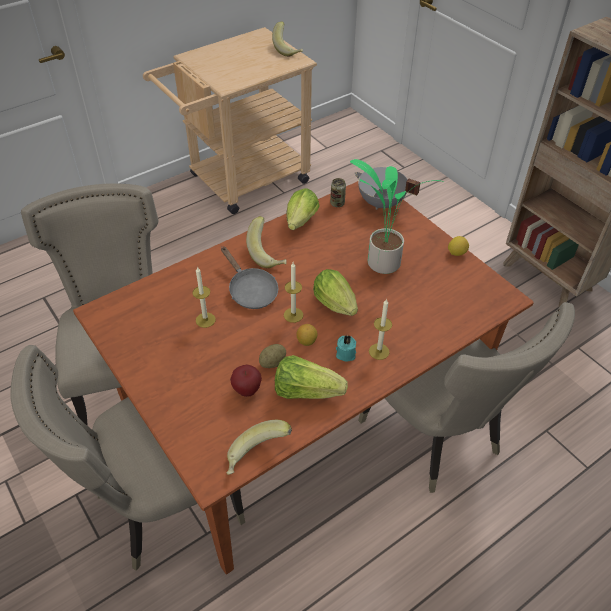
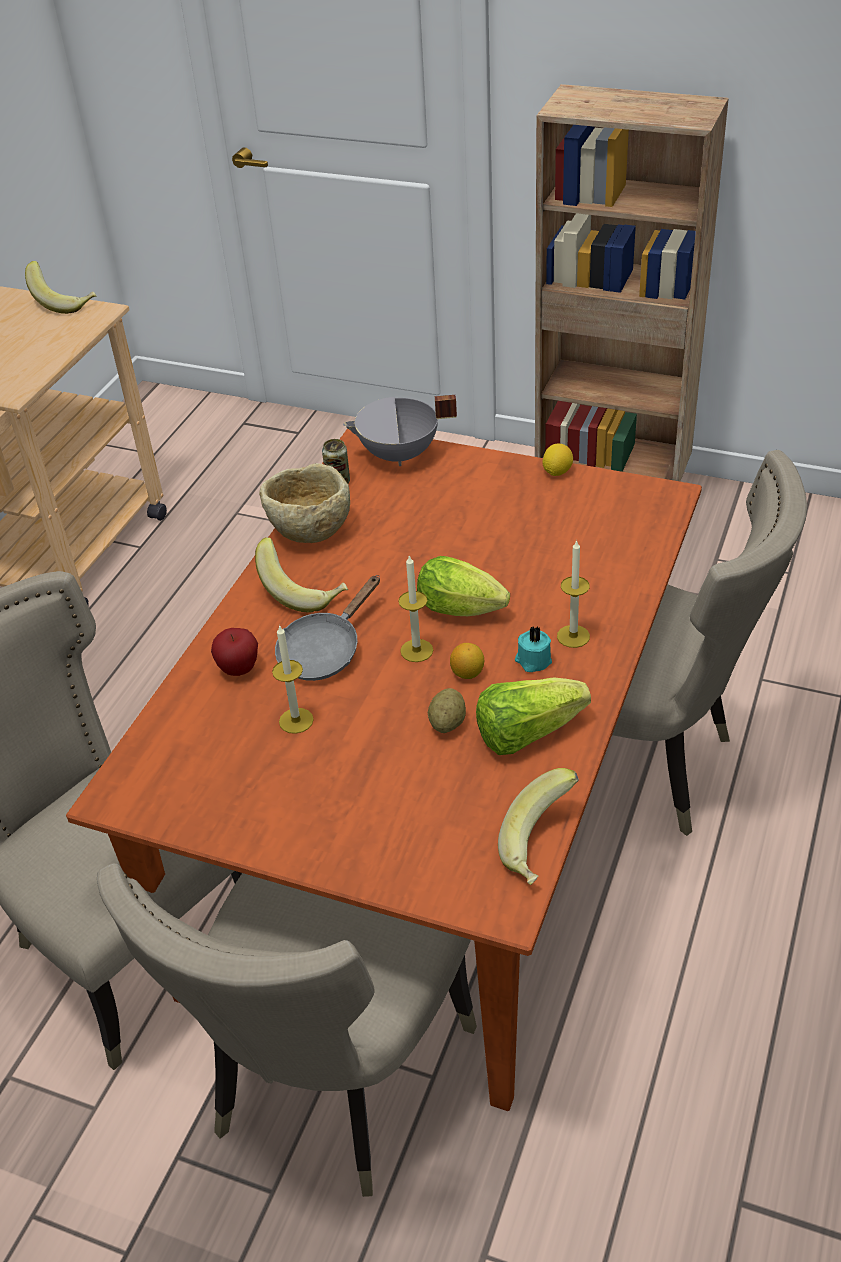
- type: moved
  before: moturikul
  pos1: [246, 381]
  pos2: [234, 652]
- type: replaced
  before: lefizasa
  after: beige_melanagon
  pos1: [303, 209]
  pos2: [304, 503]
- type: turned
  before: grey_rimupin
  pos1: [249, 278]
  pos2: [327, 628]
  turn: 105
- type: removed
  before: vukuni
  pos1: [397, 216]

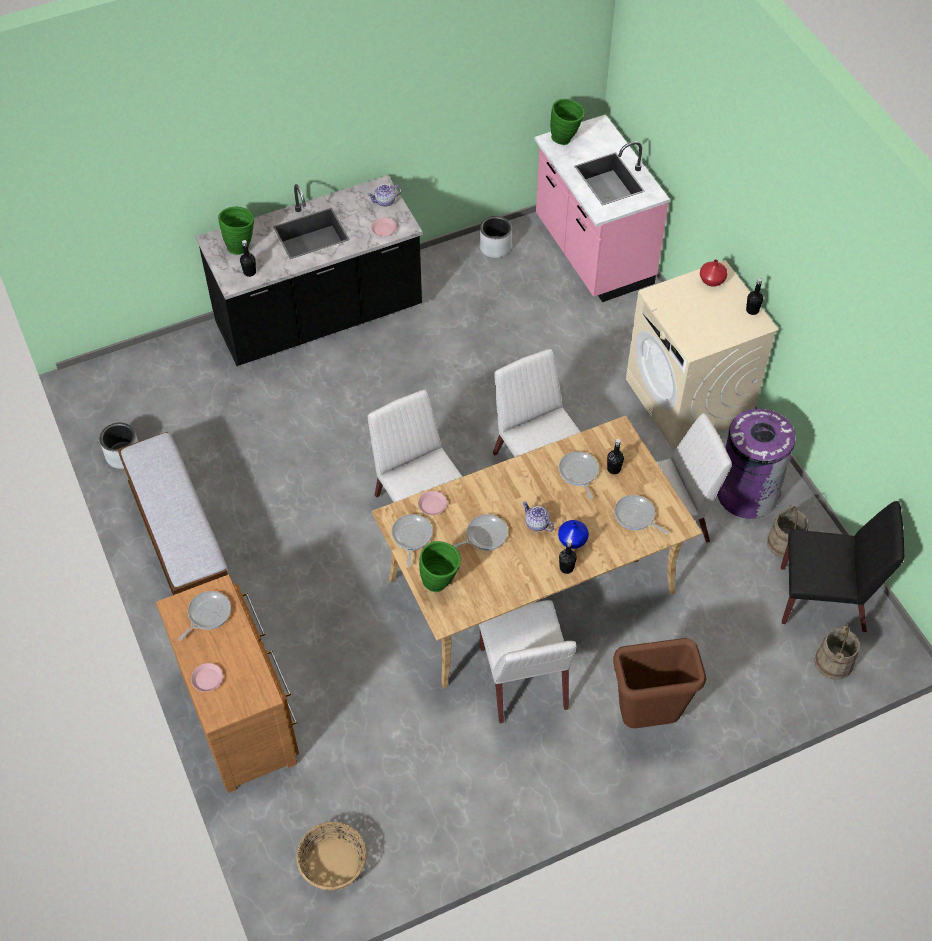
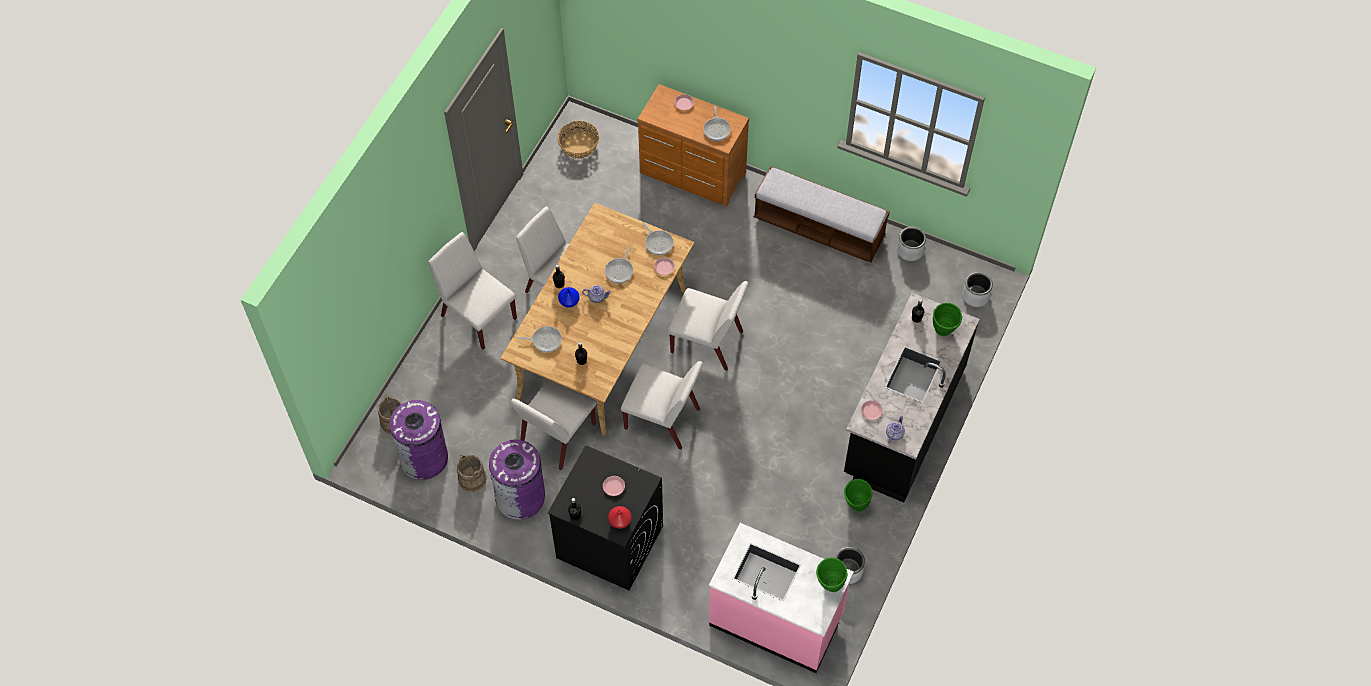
- type: replaced
  before: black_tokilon
  after: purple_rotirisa
  pos1: [842, 566]
  pos2: [418, 440]
- type: replaced
  before: brown_rotirisa
  after: white_tokilon
  pos1: [659, 683]
  pos2: [472, 290]
- type: recoloured
  before: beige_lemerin
  after: black_lemerin
  pos1: [702, 354]
  pos2: [605, 517]
- type: added
  after: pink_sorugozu
  pos2: [614, 486]
- type: moved
  before: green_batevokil
  pos1: [440, 566]
  pos2: [858, 495]
- type: added
  after: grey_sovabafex
  pos2: [977, 289]
- type: removed
  before: rimupin
  pos1: [579, 476]

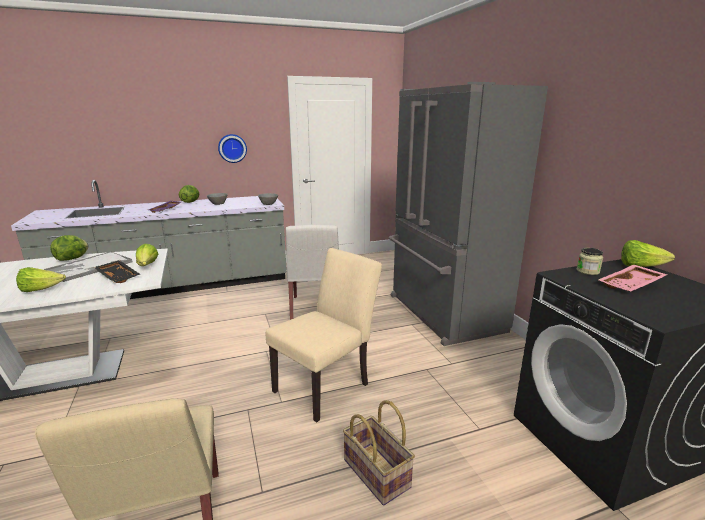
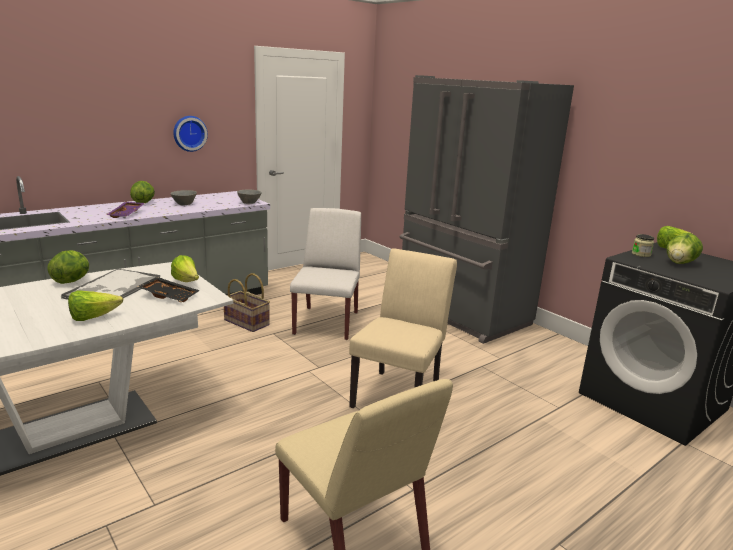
- type: moved
  before: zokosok
  pos1: [379, 453]
  pos2: [247, 302]
- type: turned
  before: white_tokilon
  pos1: [312, 272]
  pos2: [325, 274]
  turn: -150
- type: replaced
  before: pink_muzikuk
  after: lefizasa
  pos1: [633, 278]
  pos2: [685, 248]

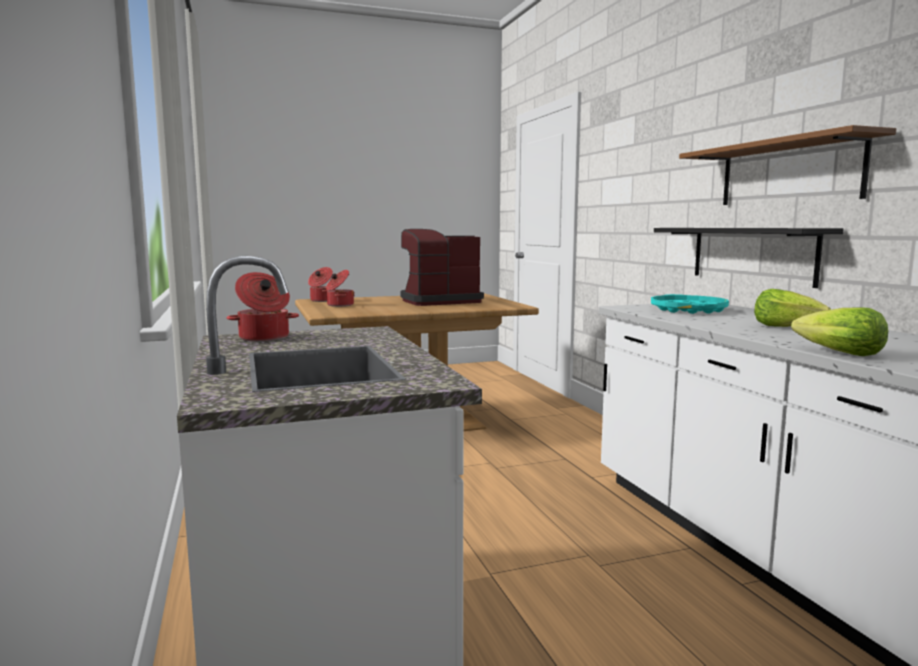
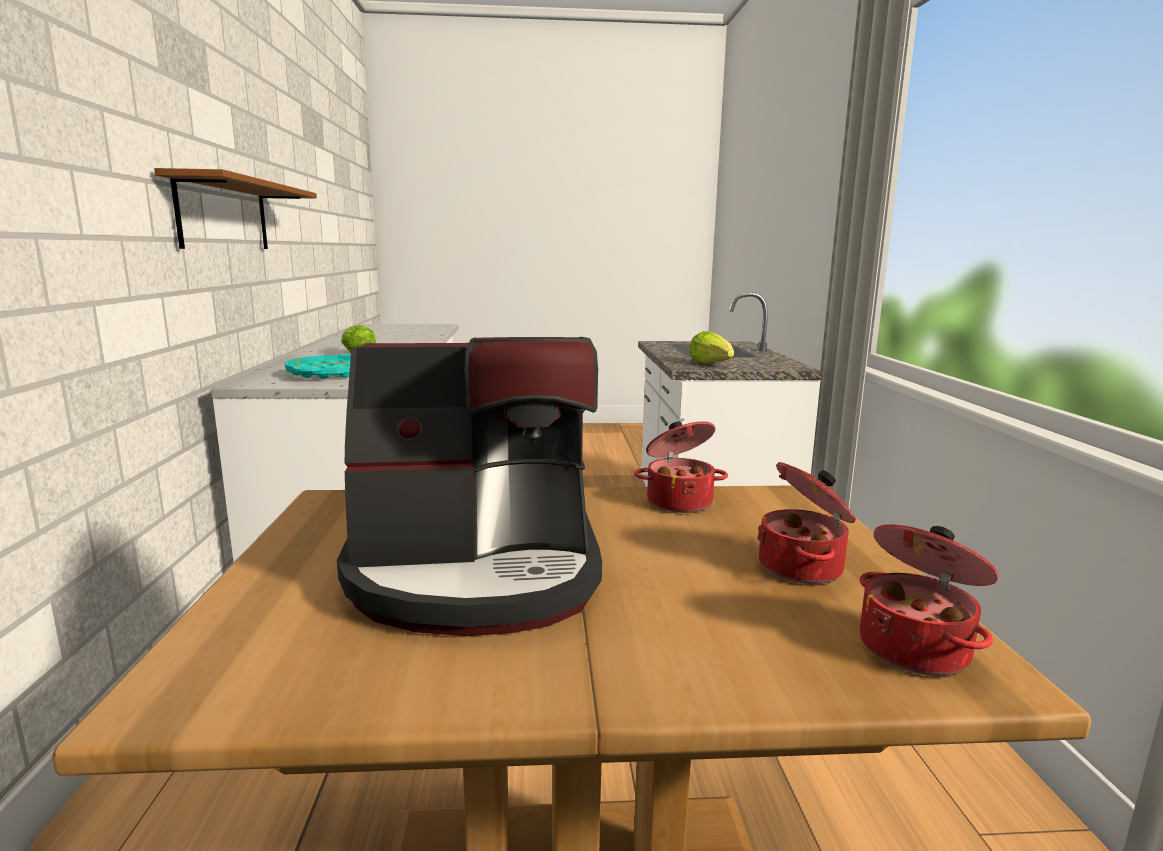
- type: moved
  before: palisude
  pos1: [263, 307]
  pos2: [681, 467]
- type: moved
  before: lefizasa
  pos1: [839, 331]
  pos2: [711, 347]
- type: removed
  before: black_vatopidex
  pos1: [748, 258]

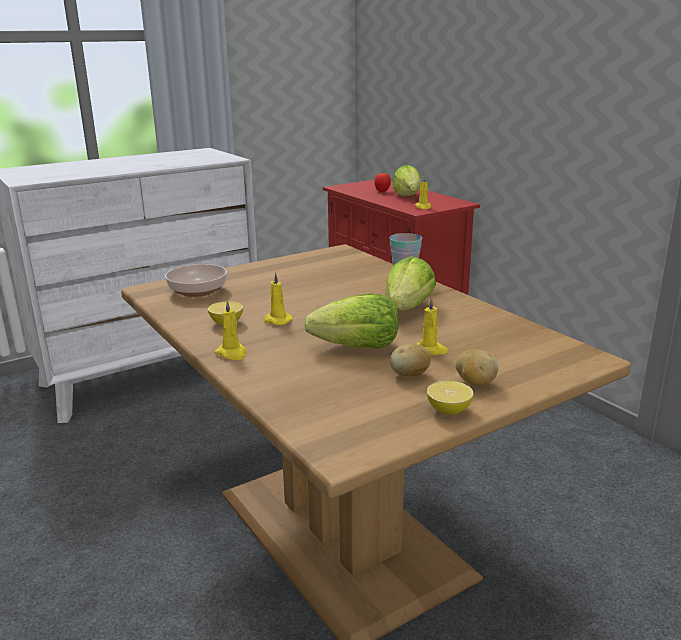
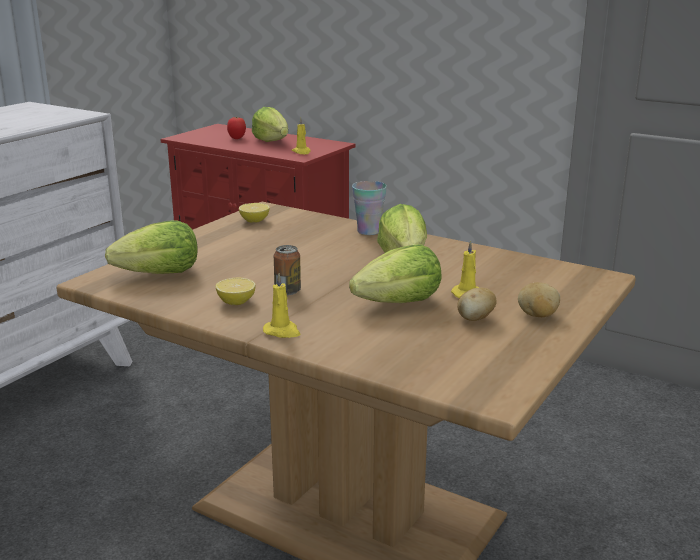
- type: replaced
  before: melanagon
  after: lefizasa
  pos1: [196, 280]
  pos2: [151, 247]
- type: moved
  before: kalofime
  pos1: [450, 398]
  pos2: [254, 213]
- type: replaced
  before: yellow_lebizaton
  after: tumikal
  pos1: [278, 298]
  pos2: [287, 270]

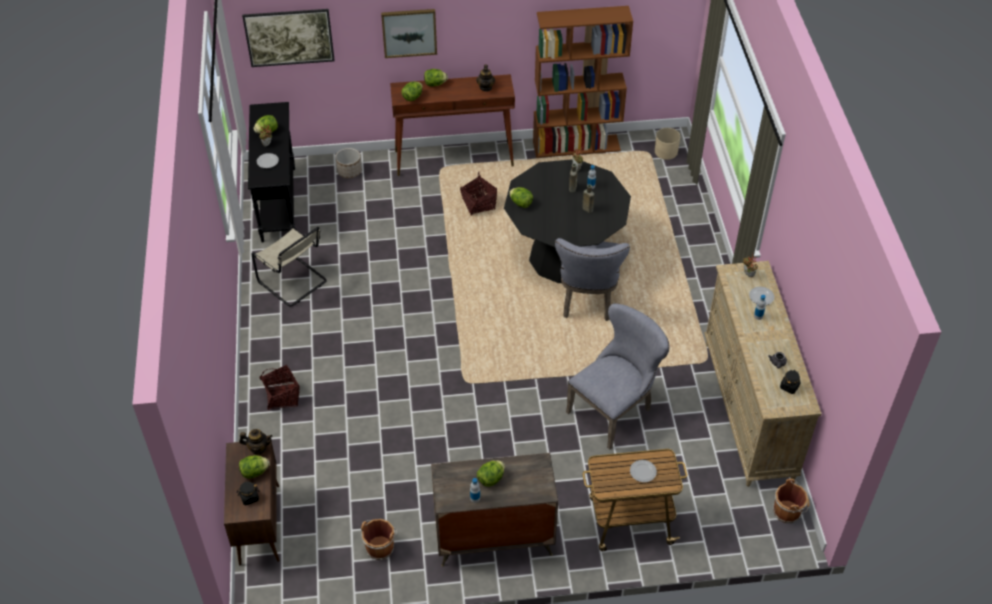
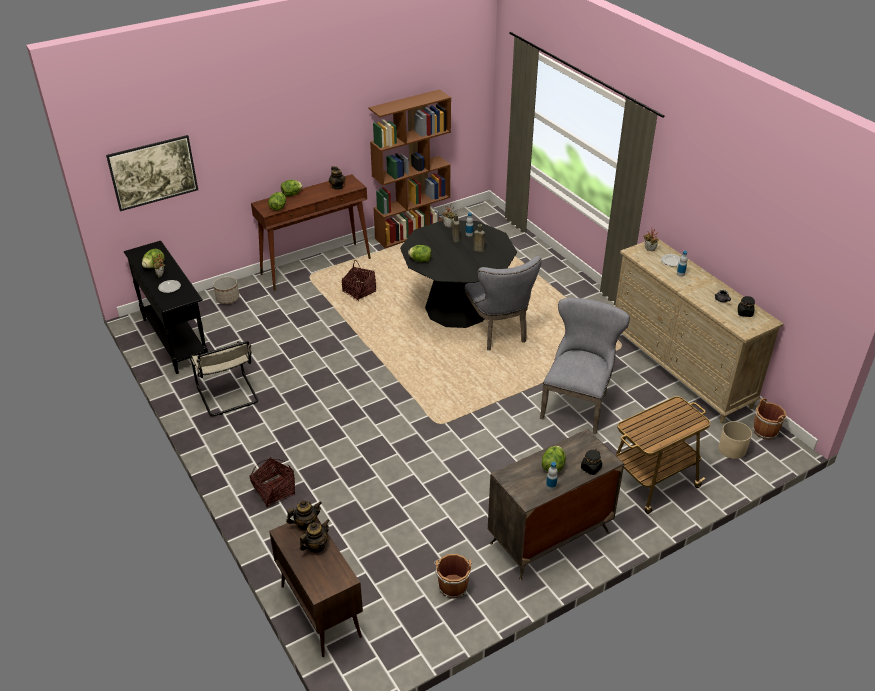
- type: turned
  before: beige_tokilon
  pos1: [289, 266]
  pos2: [224, 378]
  turn: 45
- type: replaced
  before: lefizasa
  after: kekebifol
  pos1: [254, 467]
  pos2: [315, 536]
- type: moved
  before: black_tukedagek
  pos1: [247, 493]
  pos2: [591, 462]
- type: moved
  before: beige_sovabafex
  pos1: [667, 144]
  pos2: [735, 440]
- type: removed
  before: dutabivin
  pos1: [409, 33]
- type: removed
  before: sorugozu
  pos1: [643, 471]

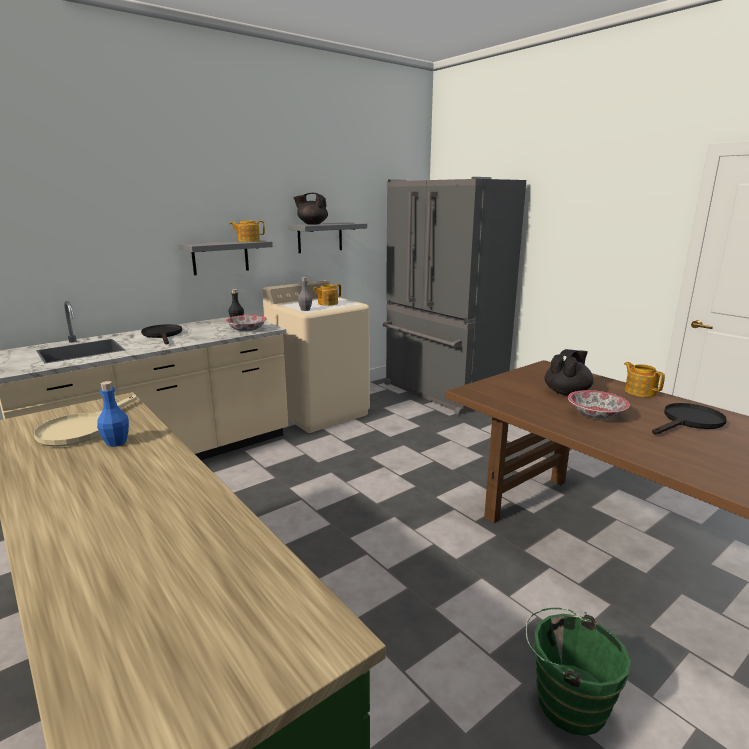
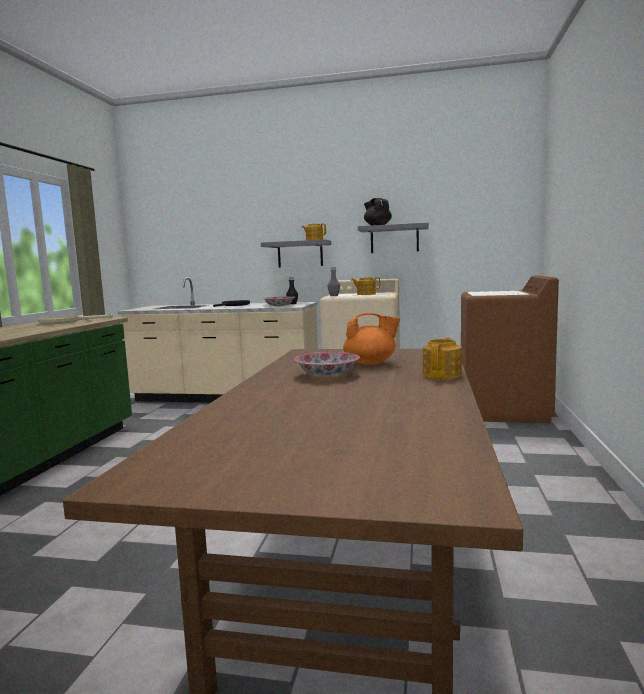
- type: recoloured
  before: black_kekebifol
  after: orange_kekebifol
  pos1: [569, 372]
  pos2: [371, 339]
- type: replaced
  before: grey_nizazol
  after: brown_lemerin
  pos1: [454, 296]
  pos2: [510, 349]
- type: removed
  before: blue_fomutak
  pos1: [113, 414]
- type: removed
  before: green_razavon
  pos1: [578, 672]
- type: removed
  before: black_rimupin
  pos1: [689, 418]

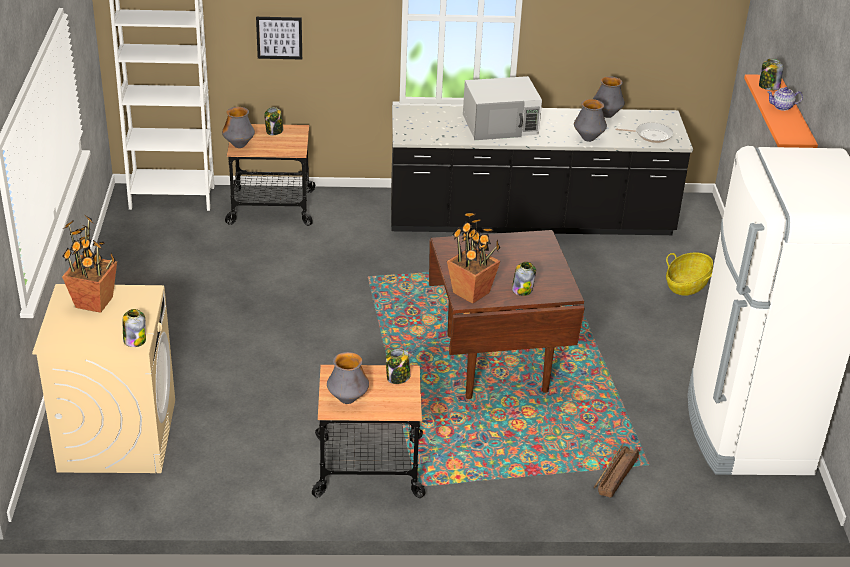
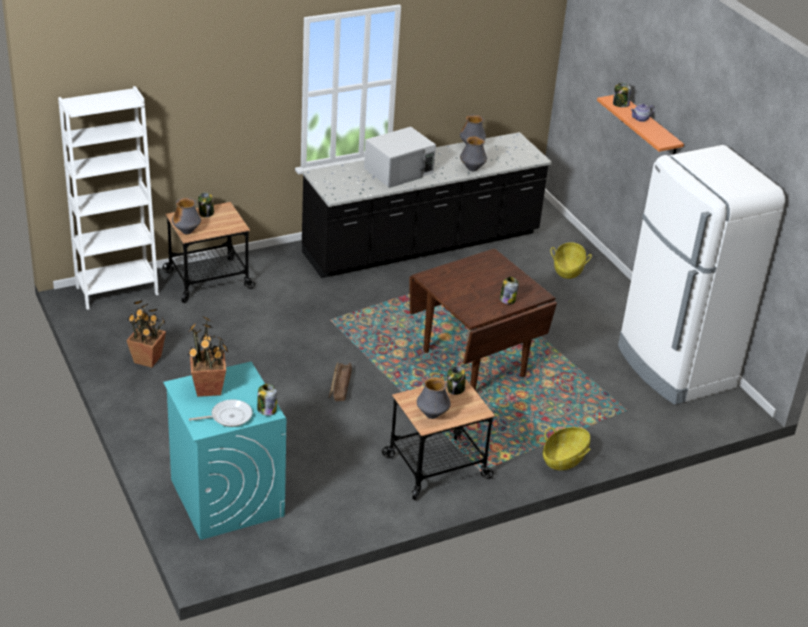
- type: moved
  before: vukuni
  pos1: [473, 258]
  pos2: [146, 334]
- type: recoloured
  before: beige_lemerin
  after: turquoise_lemerin
  pos1: [103, 378]
  pos2: [224, 451]
- type: moved
  before: rimupin
  pos1: [644, 133]
  pos2: [220, 413]
- type: moved
  before: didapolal
  pos1: [616, 470]
  pos2: [340, 381]
- type: added
  after: zokosok
  pos2: [567, 448]
- type: removed
  before: dutabivin
  pos1: [279, 38]

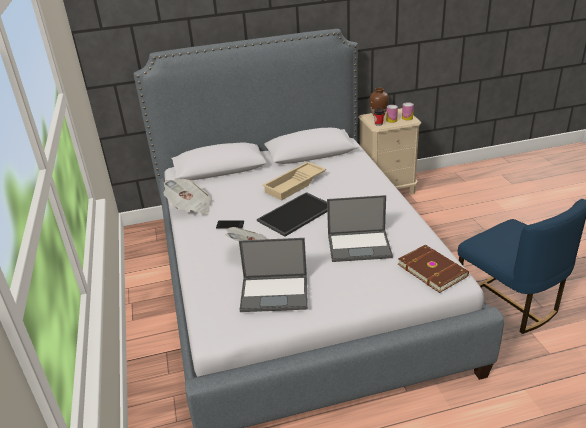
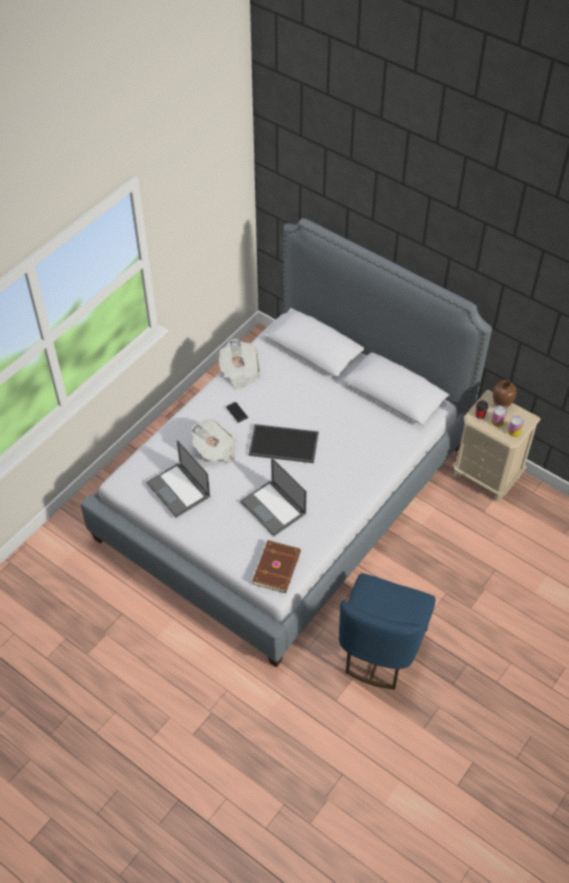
- type: removed
  before: beige_muzikuk
  pos1: [294, 181]

